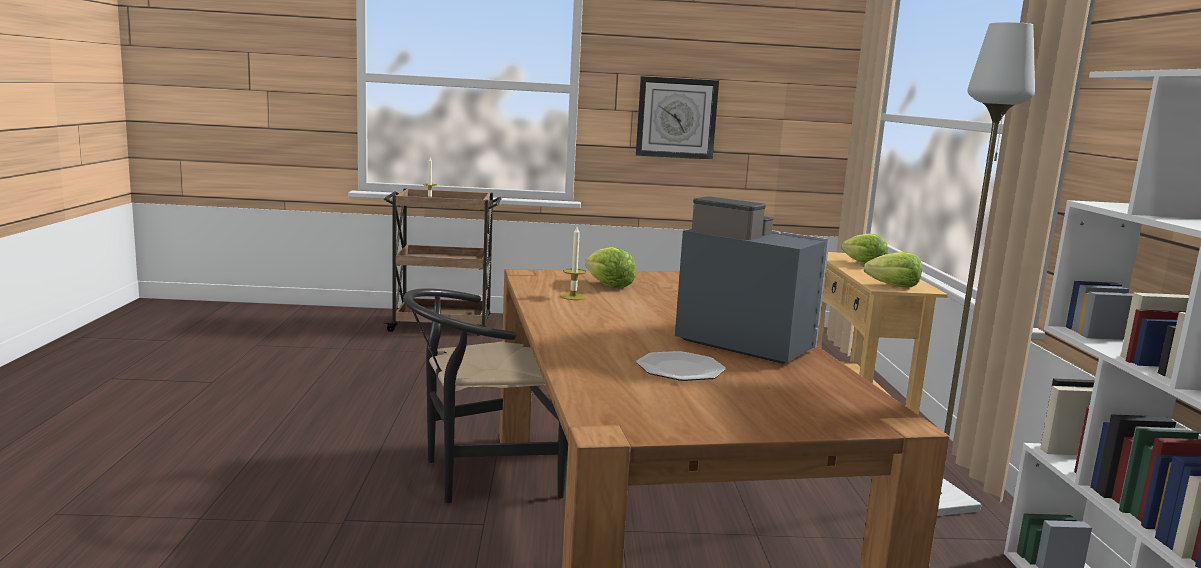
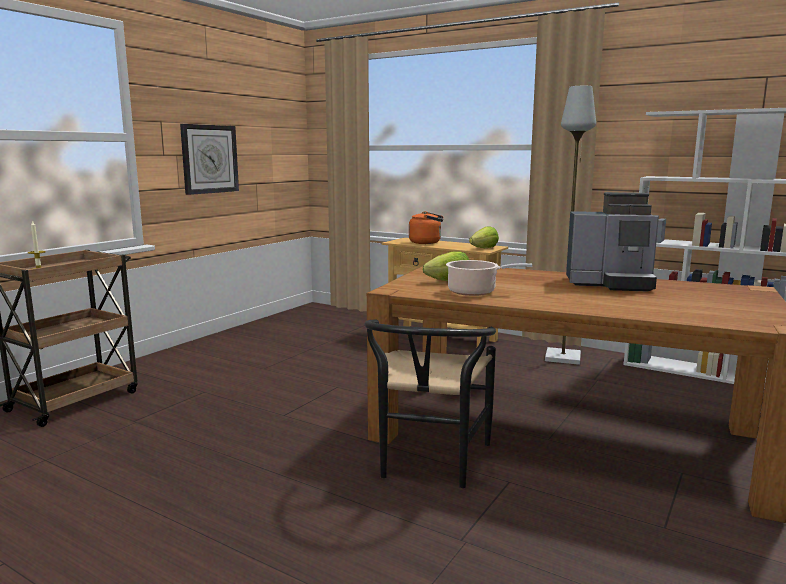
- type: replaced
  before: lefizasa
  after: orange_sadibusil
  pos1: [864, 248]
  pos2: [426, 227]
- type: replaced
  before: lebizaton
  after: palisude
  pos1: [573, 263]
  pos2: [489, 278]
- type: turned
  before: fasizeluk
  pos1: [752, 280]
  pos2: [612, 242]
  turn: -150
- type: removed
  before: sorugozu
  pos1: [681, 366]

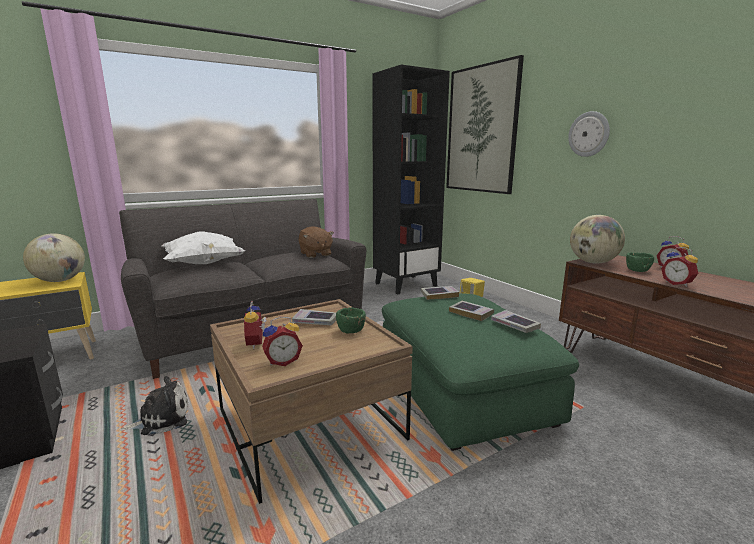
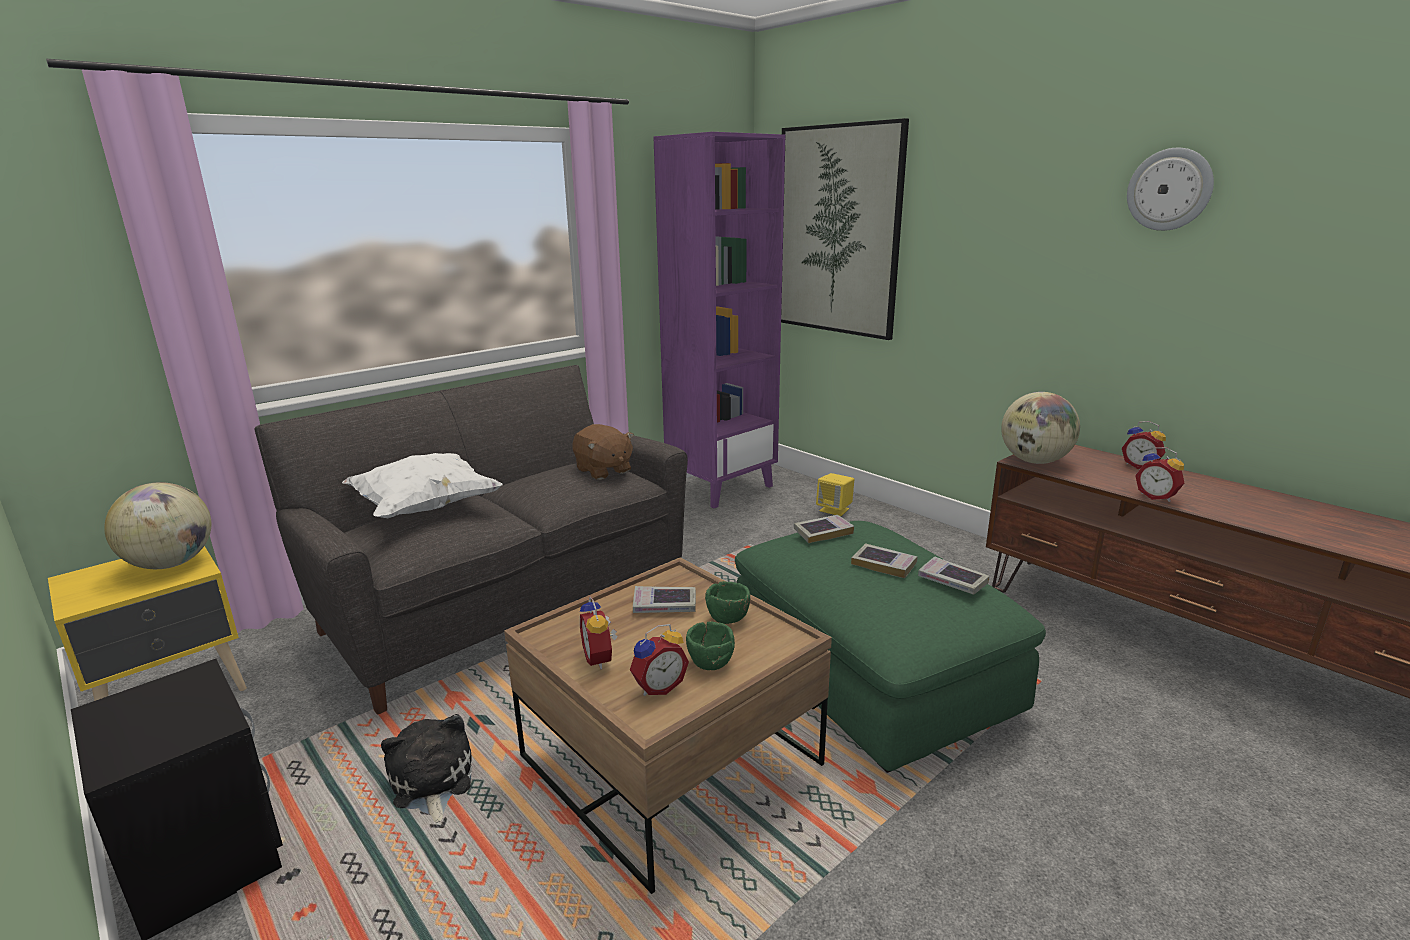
- type: turned
  before: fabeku
  pos1: [154, 405]
  pos2: [427, 768]
  turn: -75
- type: recoloured
  before: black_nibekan
  after: purple_nibekan
  pos1: [411, 179]
  pos2: [719, 320]
- type: moved
  before: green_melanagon
  pos1: [640, 262]
  pos2: [710, 645]
- type: moved
  before: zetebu
  pos1: [589, 134]
  pos2: [1170, 189]

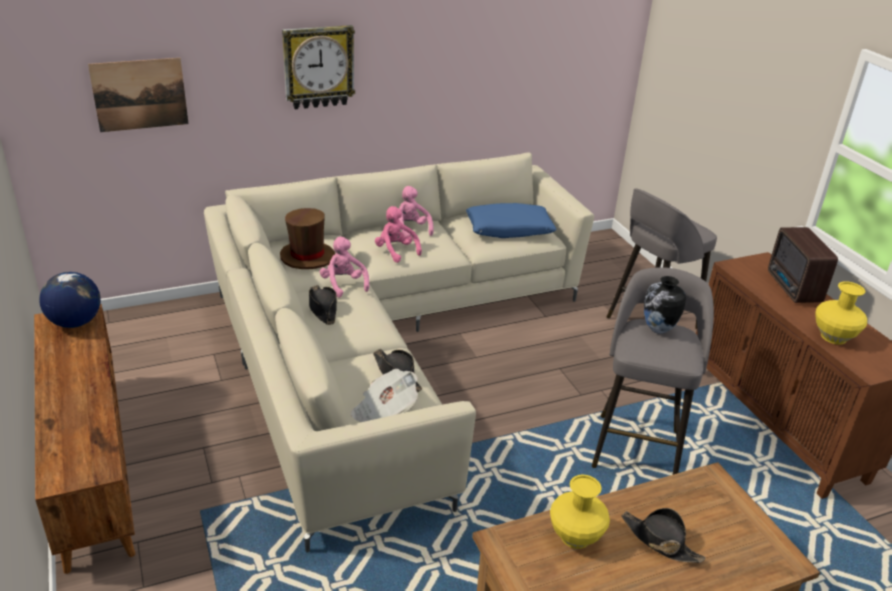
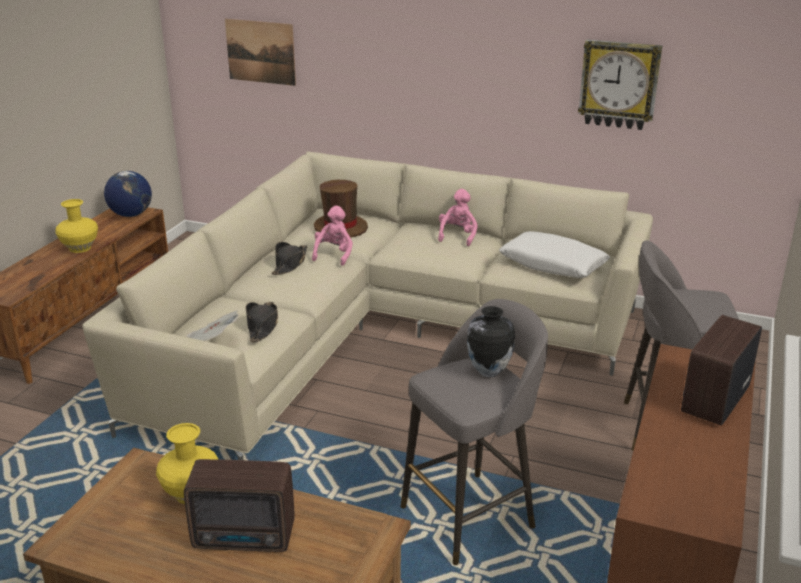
- type: moved
  before: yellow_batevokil
  pos1: [841, 313]
  pos2: [76, 226]
- type: replaced
  before: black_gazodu
  after: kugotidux
  pos1: [664, 535]
  pos2: [239, 505]
- type: recoloured
  before: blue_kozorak
  after: white_kozorak
  pos1: [511, 220]
  pos2: [554, 254]
- type: moved
  before: zetebu
  pos1: [318, 67]
  pos2: [620, 84]
- type: removed
  before: pink_fabeku
  pos1: [398, 234]

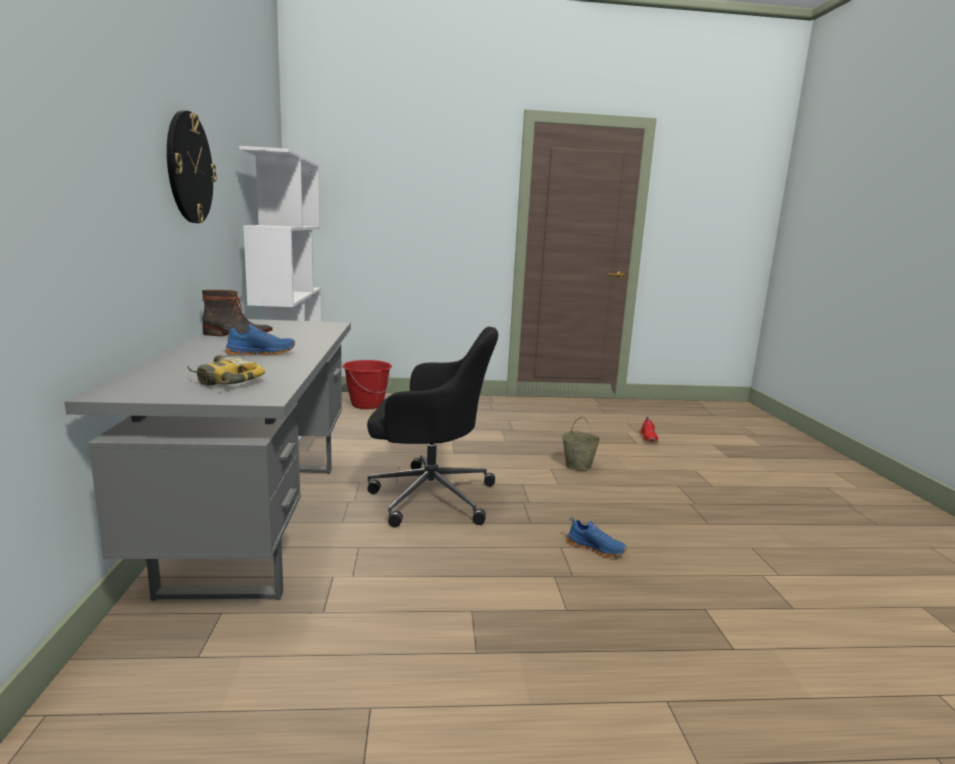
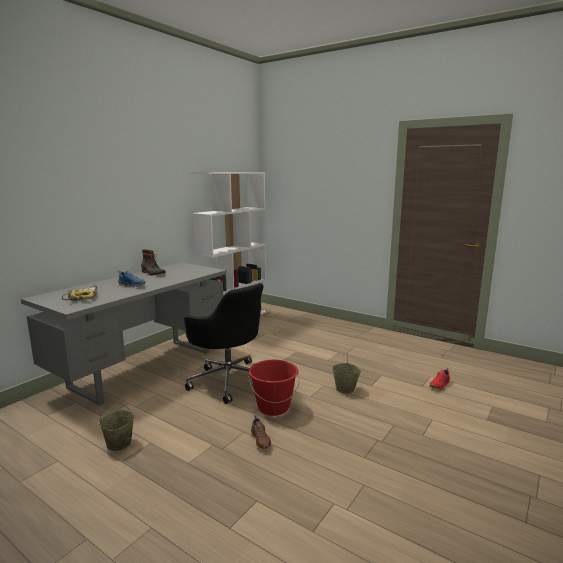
- type: added
  after: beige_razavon
  pos2: [116, 426]
- type: moved
  before: red_razavon
  pos1: [367, 384]
  pos2: [273, 388]
- type: recoloured
  before: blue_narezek
  after: brown_narezek
  pos1: [596, 537]
  pos2: [261, 432]
- type: removed
  before: zetebu
  pos1: [192, 166]

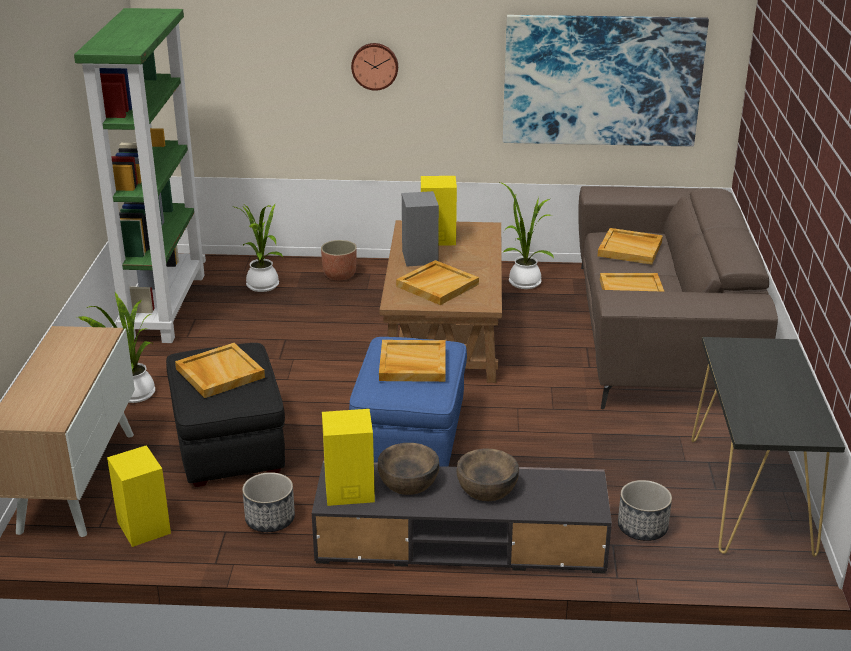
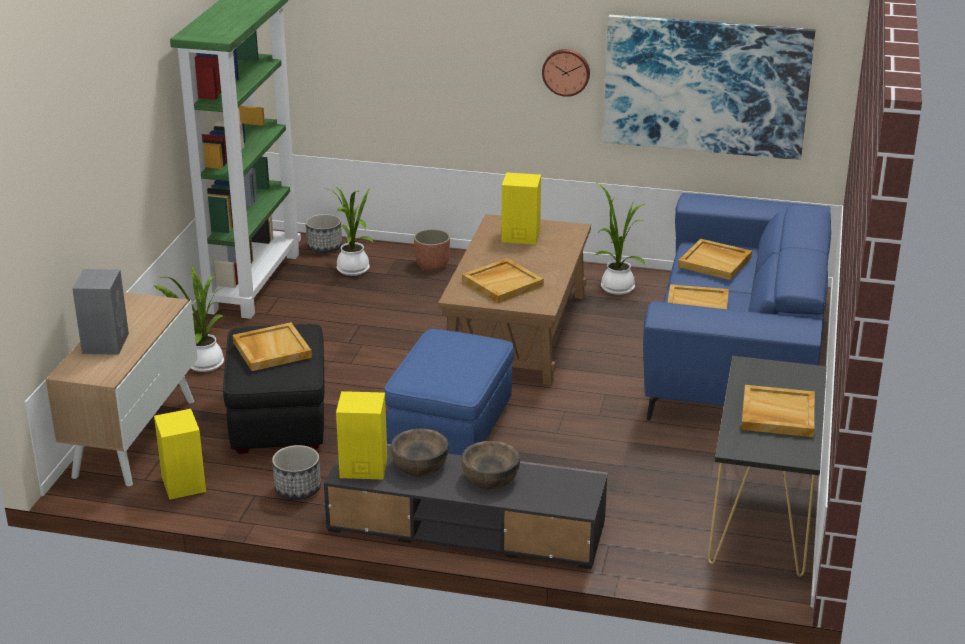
- type: moved
  before: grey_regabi
  pos1: [420, 228]
  pos2: [100, 312]
- type: moved
  before: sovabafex
  pos1: [645, 510]
  pos2: [324, 233]
- type: moved
  before: zetebu
  pos1: [374, 67]
  pos2: [566, 73]
- type: recoloured
  before: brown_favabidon
  after: blue_favabidon
  pos1: [678, 297]
  pos2: [737, 307]
- type: moved
  before: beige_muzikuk
  pos1: [412, 361]
  pos2: [778, 411]

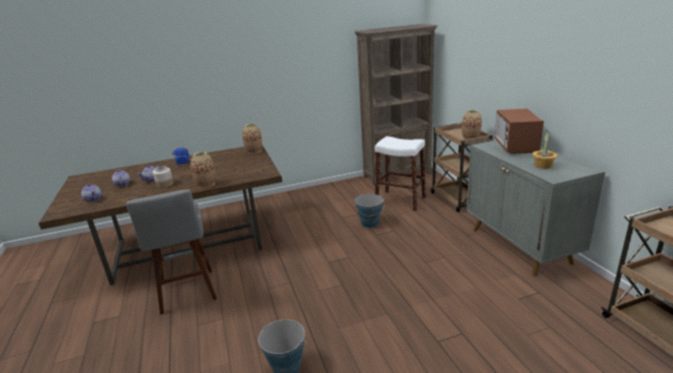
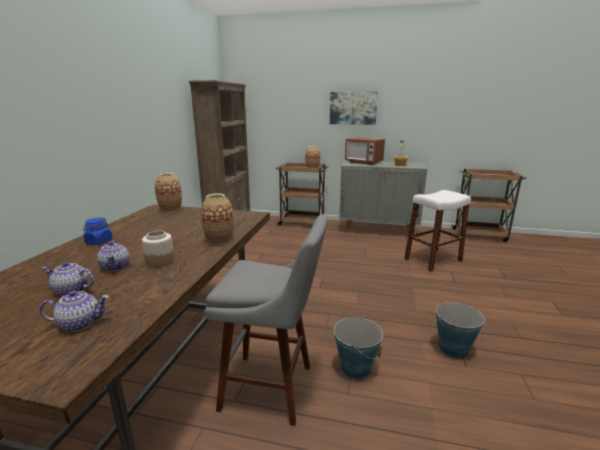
- type: added
  after: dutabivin
  pos2: [354, 108]
- type: moved
  before: razavon
  pos1: [369, 211]
  pos2: [358, 347]
- type: moved
  before: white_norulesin
  pos1: [400, 173]
  pos2: [437, 231]

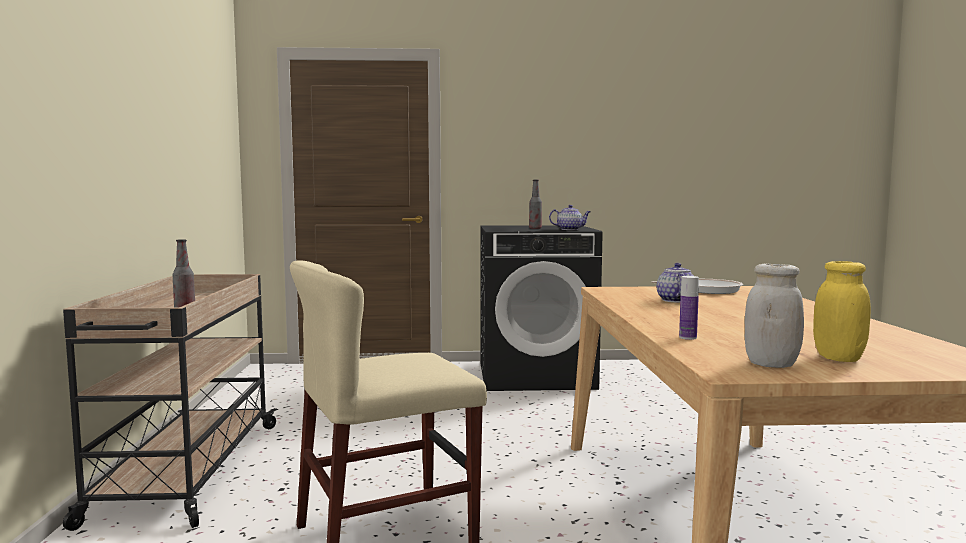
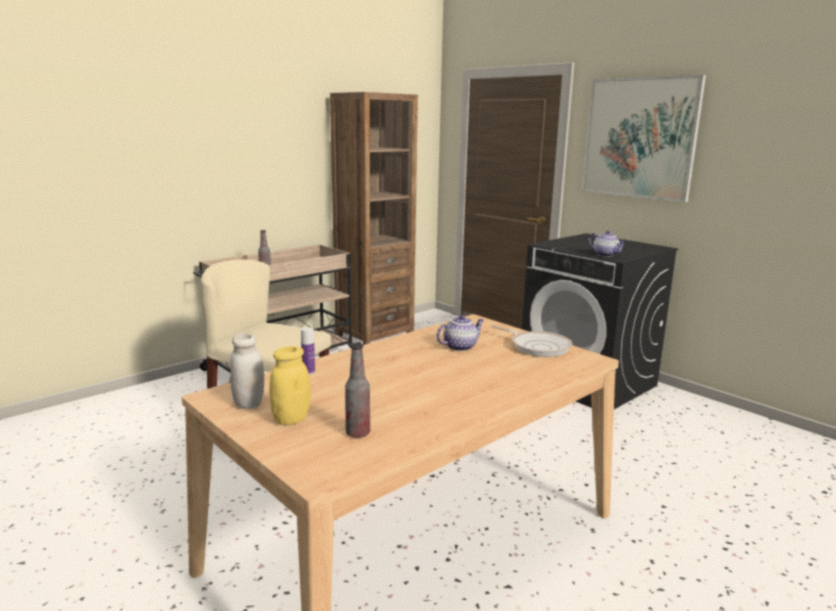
- type: added
  after: brown_nibekan
  pos2: [374, 218]
- type: moved
  before: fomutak
  pos1: [535, 204]
  pos2: [357, 390]
- type: added
  after: dutabivin
  pos2: [644, 138]

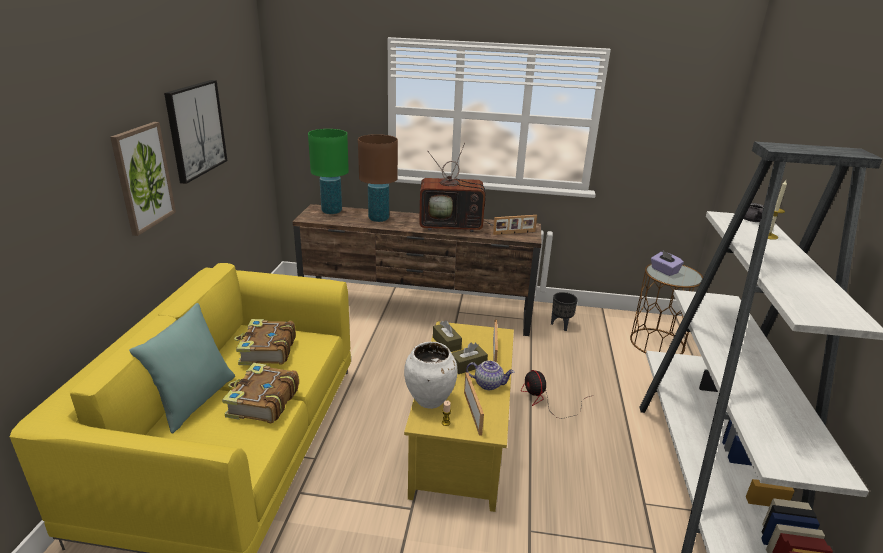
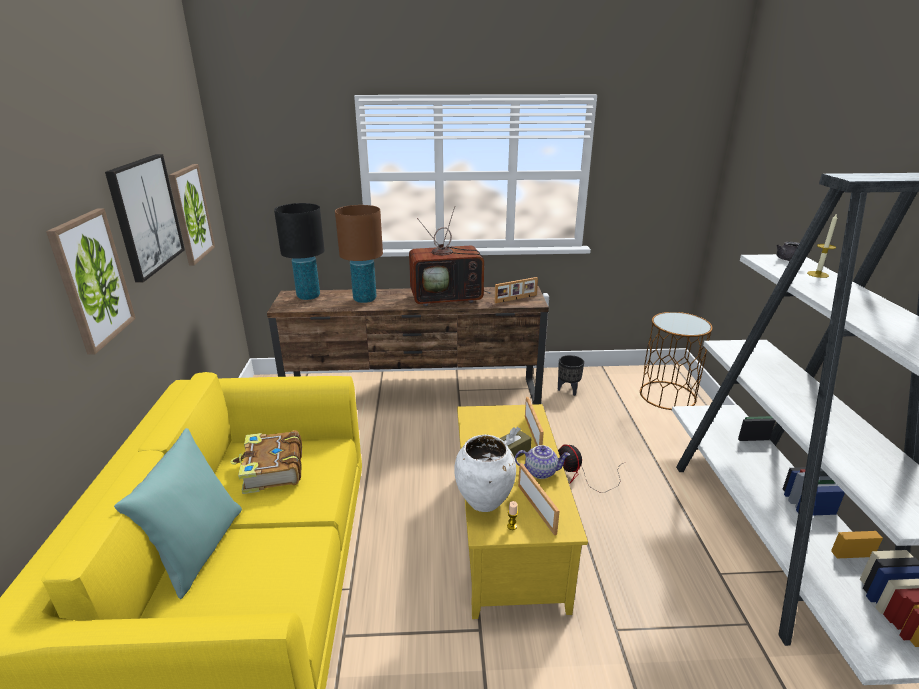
- type: added
  after: dutabivin
  pos2: [192, 214]
- type: recoloured
  before: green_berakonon
  after: black_berakonon
  pos1: [328, 171]
  pos2: [299, 251]
- type: removed
  before: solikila
  pos1: [260, 393]
- type: removed
  before: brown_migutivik
  pos1: [447, 336]
- type: removed
  before: purple_migutivik
  pos1: [667, 263]

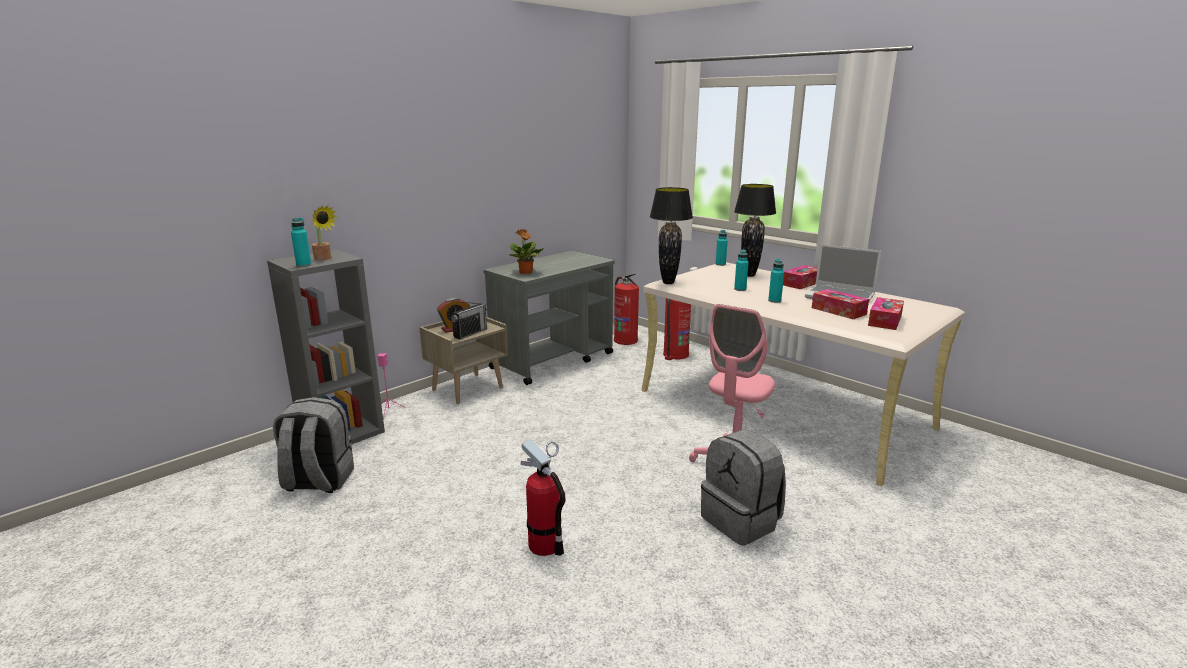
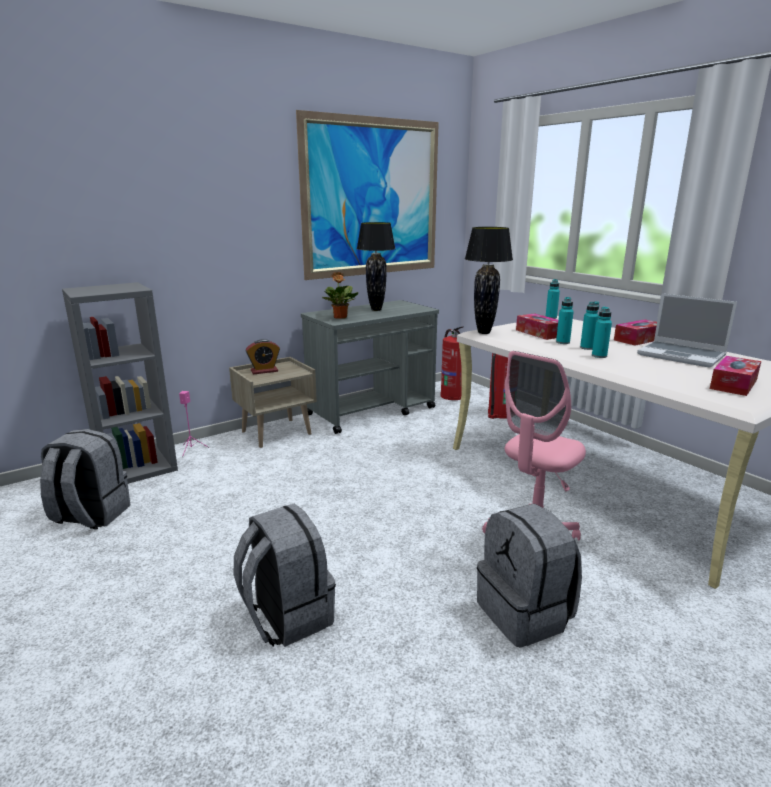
- type: replaced
  before: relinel
  after: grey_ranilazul
  pos1: [543, 498]
  pos2: [285, 575]
- type: added
  after: dutabivin
  pos2: [367, 195]
- type: moved
  before: black_berakonon
  pos1: [755, 230]
  pos2: [376, 266]
- type: moved
  before: migutivik
  pos1: [840, 304]
  pos2: [537, 326]
- type: moved
  before: turquoise_fomutak
  pos1: [301, 242]
  pos2: [589, 325]
- type: removed
  before: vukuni
  pos1: [324, 232]
- type: removed
  before: kugotidux
  pos1: [469, 320]

